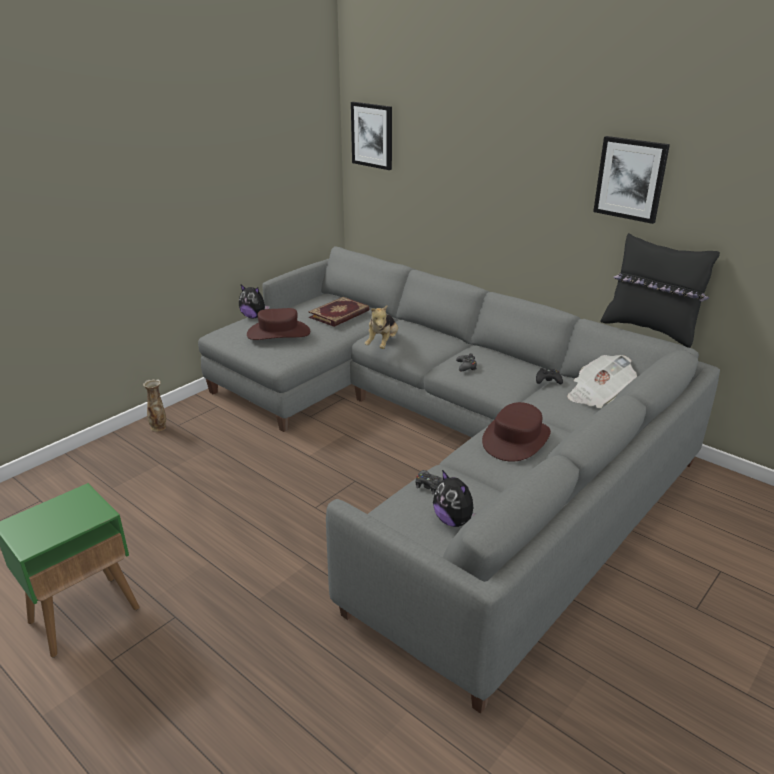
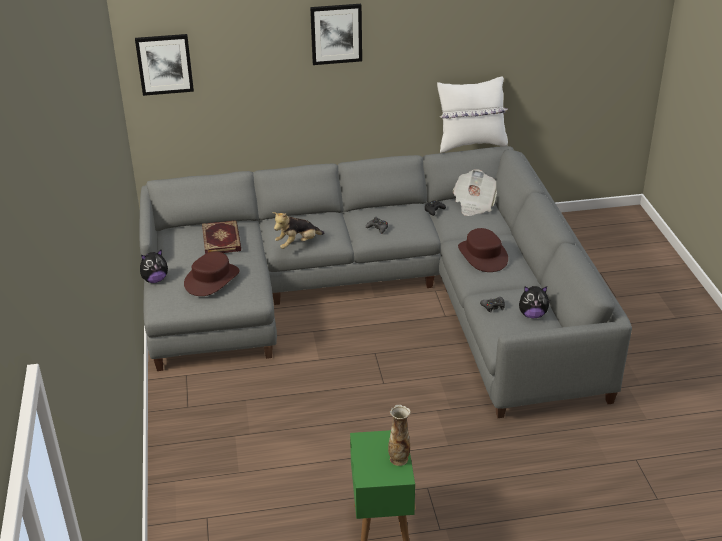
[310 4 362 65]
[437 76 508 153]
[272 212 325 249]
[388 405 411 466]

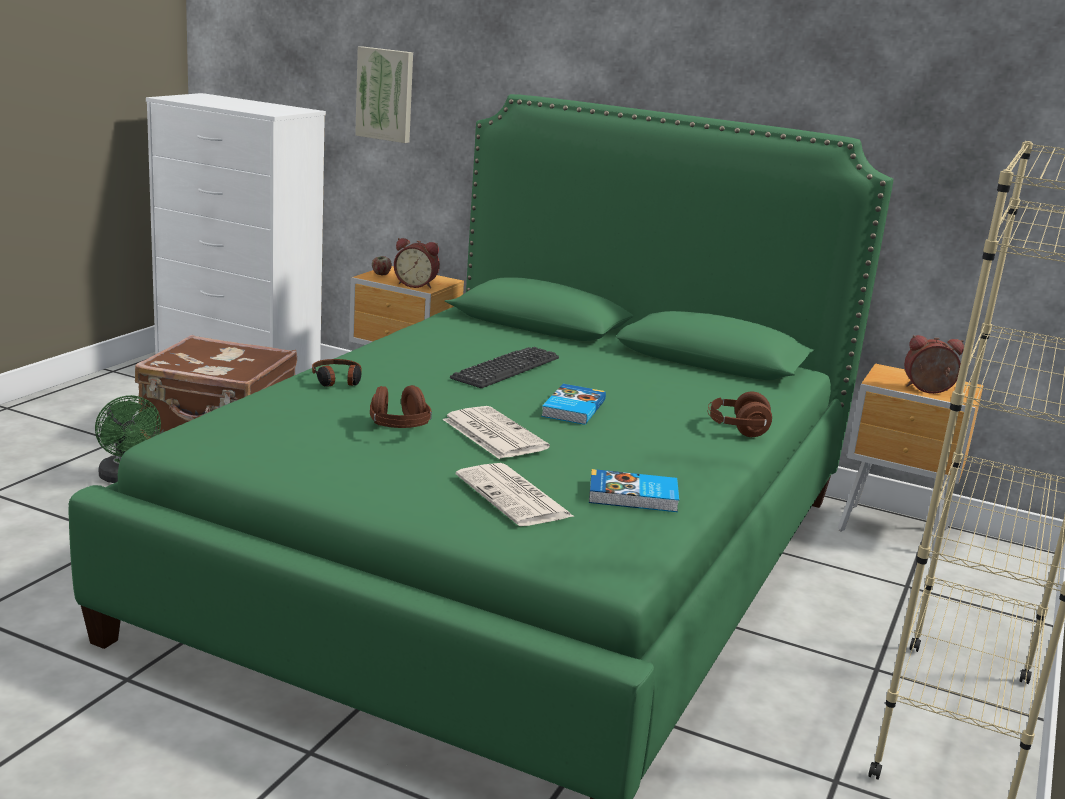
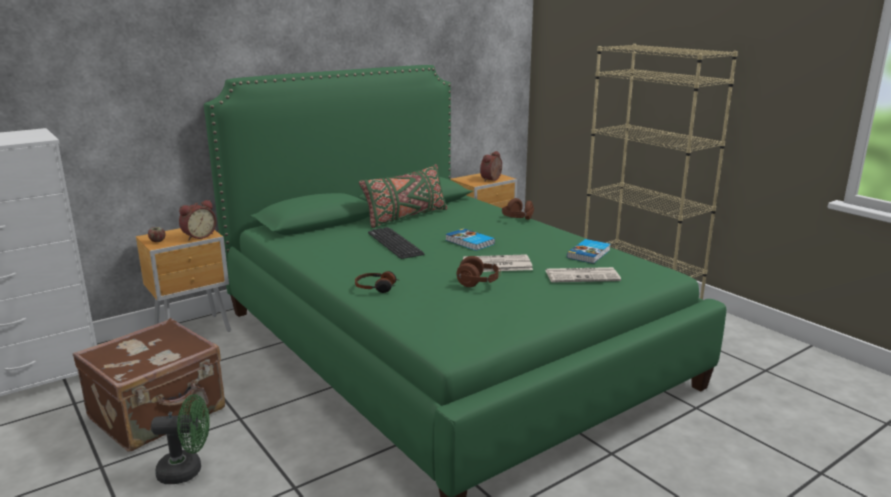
[355 46 413 143] (first image)
[359 164 447 228]

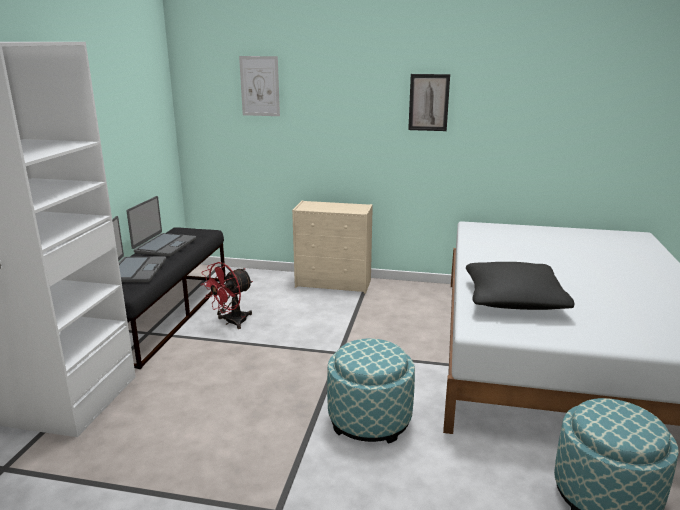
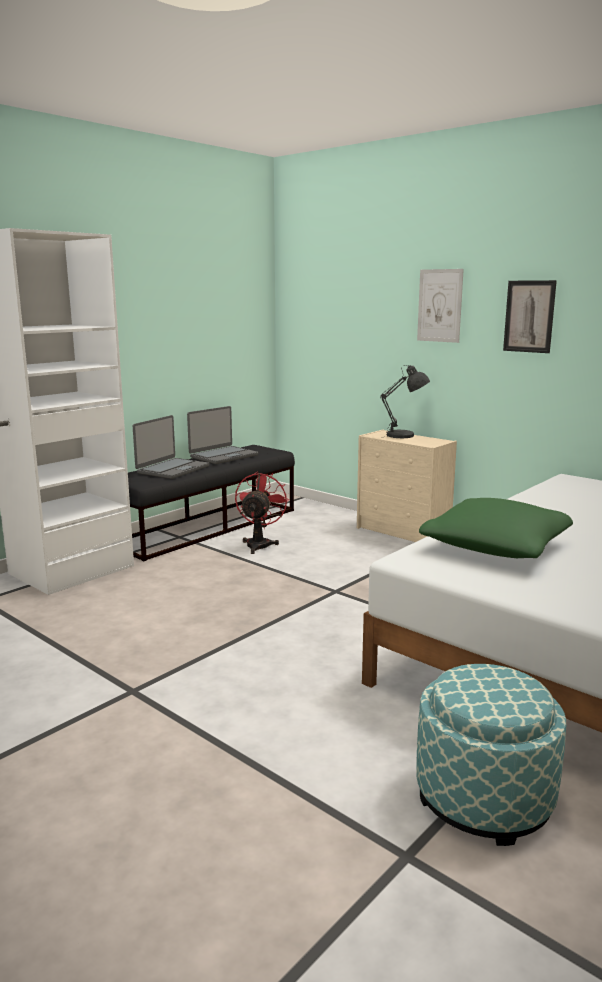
[417 269 464 343]
[235 472 289 554]
[419 498 573 558]
[327 339 415 444] (first image)
[380 365 430 438]

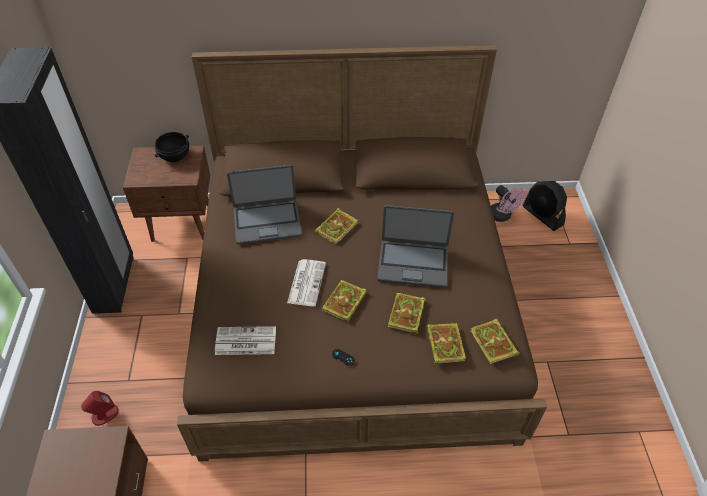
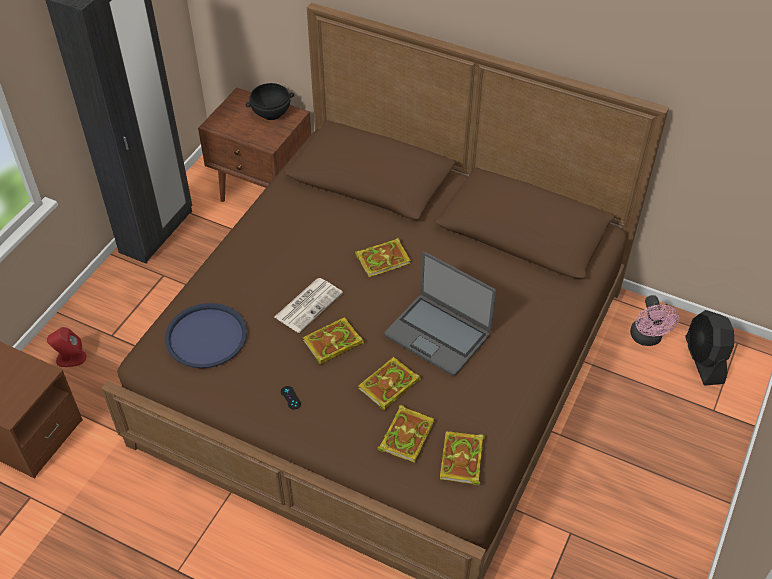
[227 165 302 244] (first image)
[165 303 247 368]

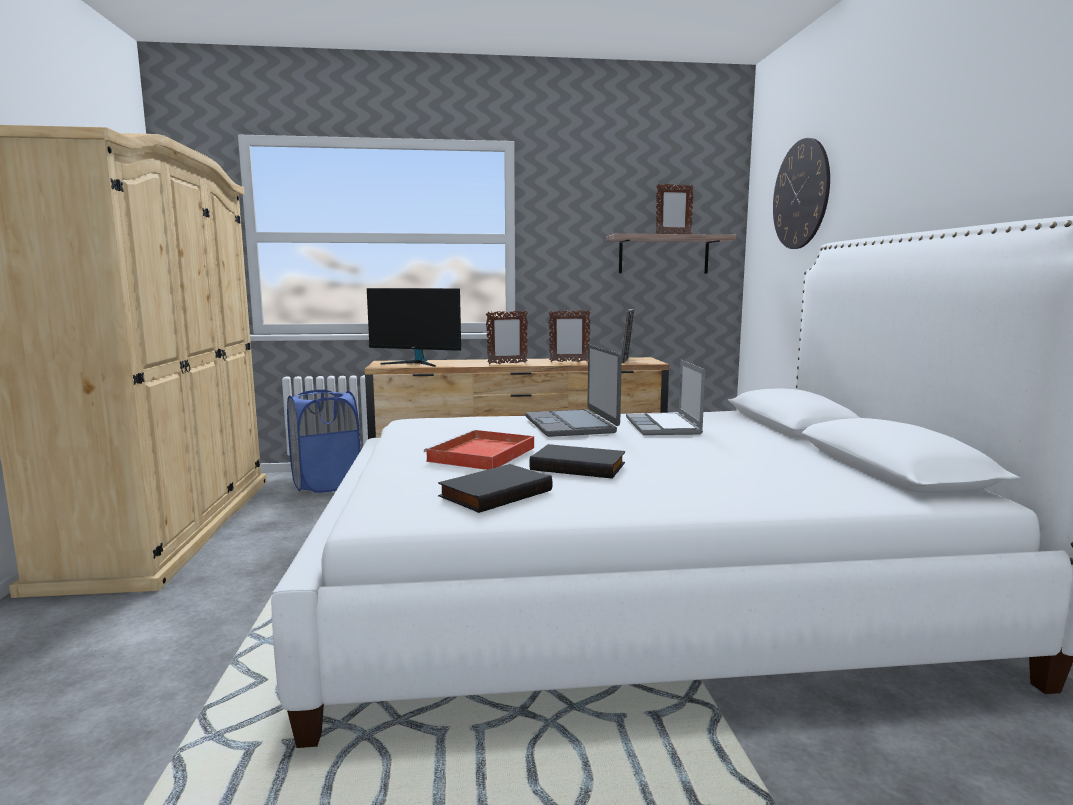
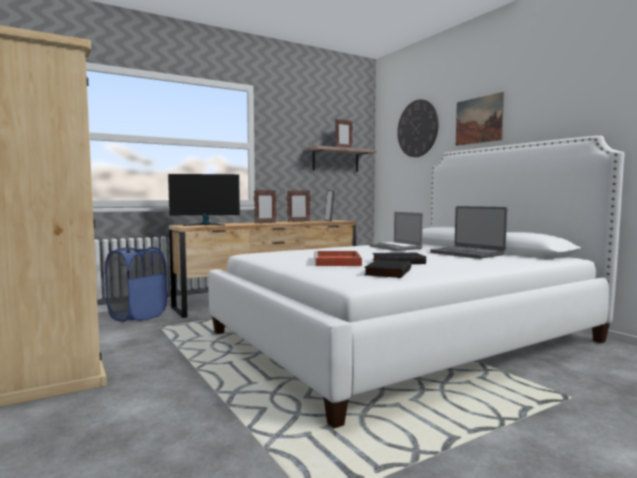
[430 206 507 259]
[456 92 504 146]

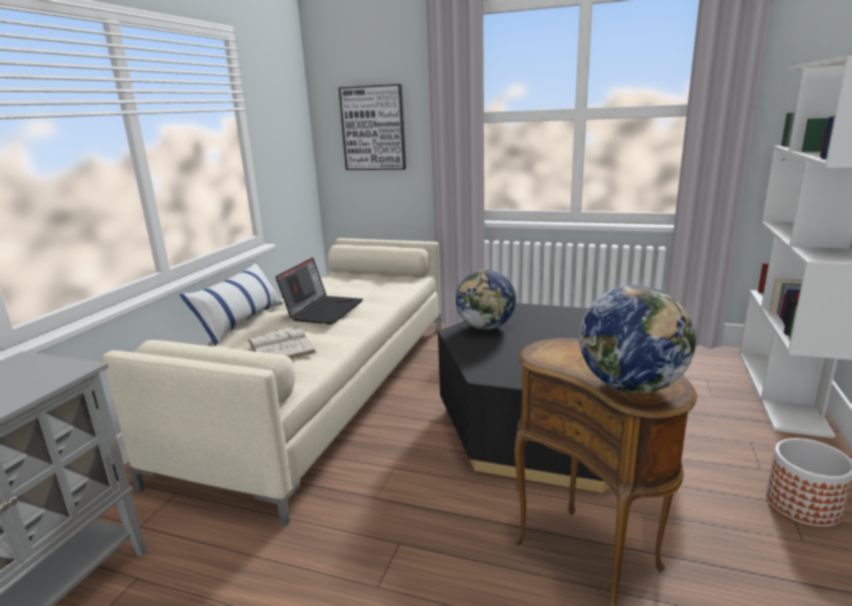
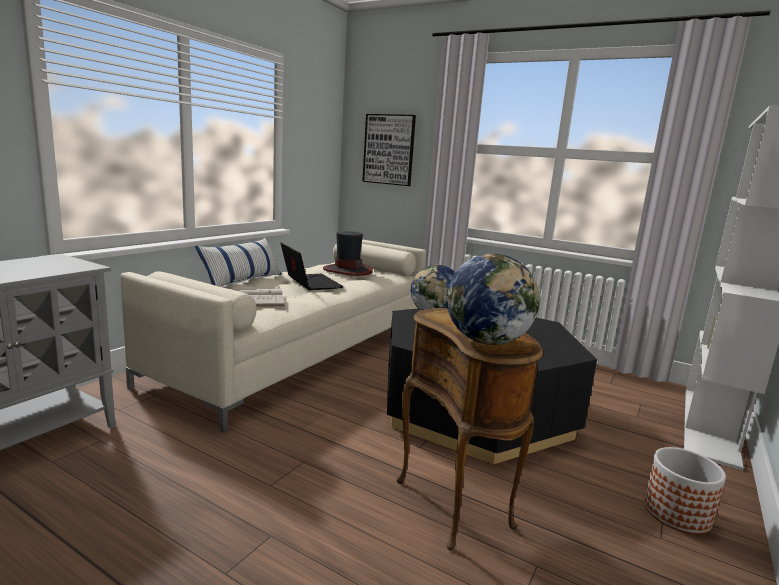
[281 242 344 290]
[323 231 373 276]

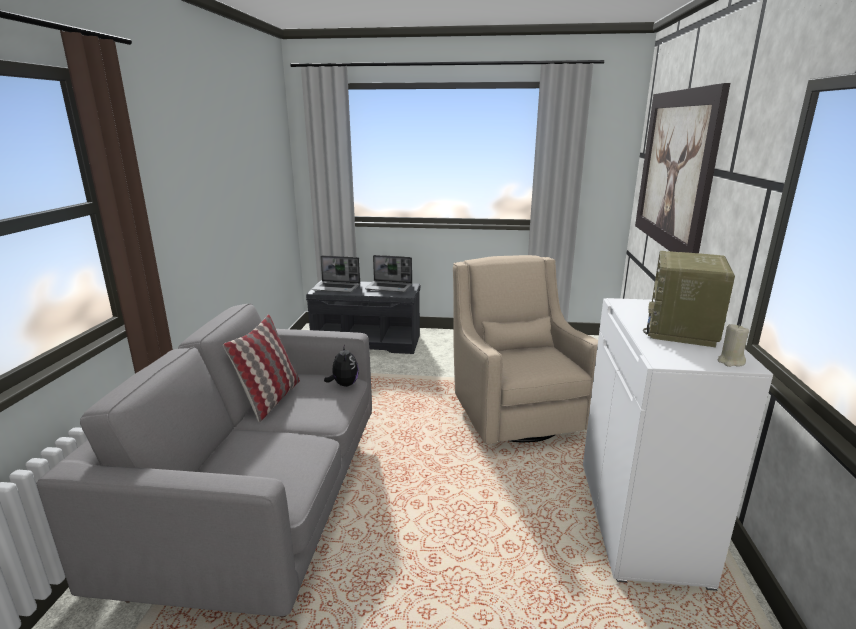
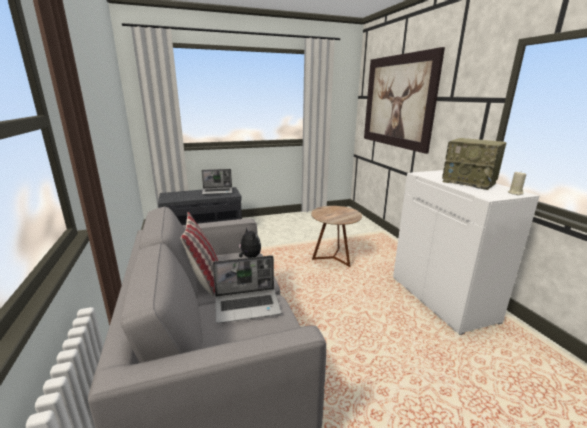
[442 138 506 190]
[212 255 282 323]
[311 206 362 267]

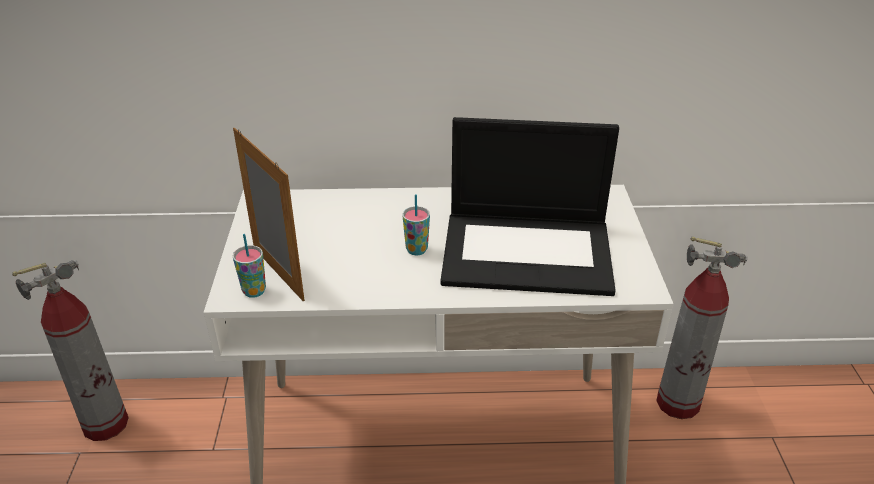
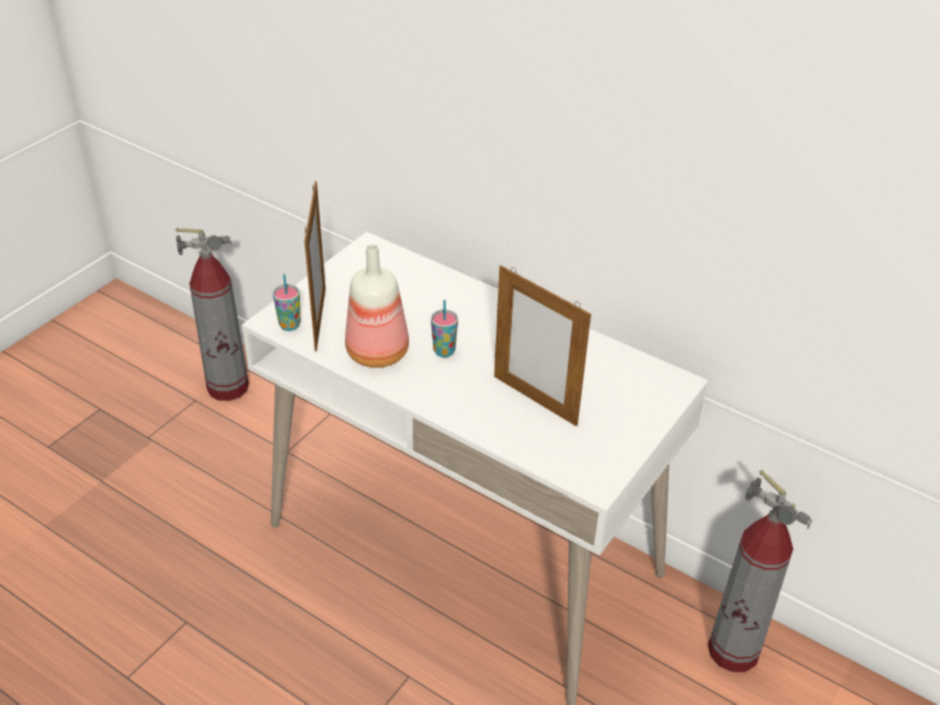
[494 265 591 427]
[345 244 409 368]

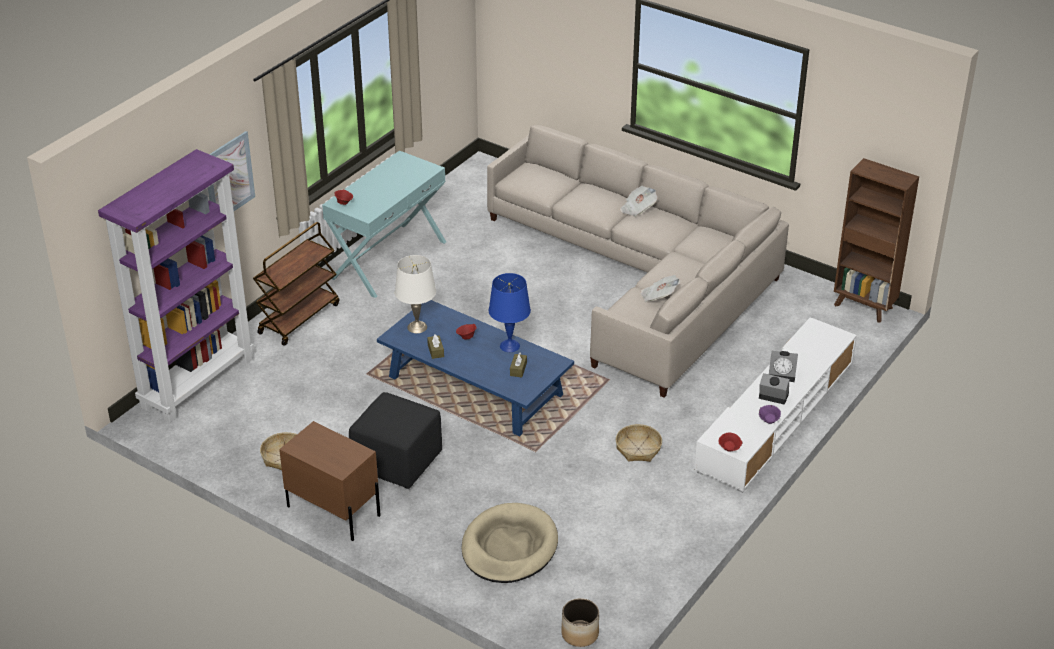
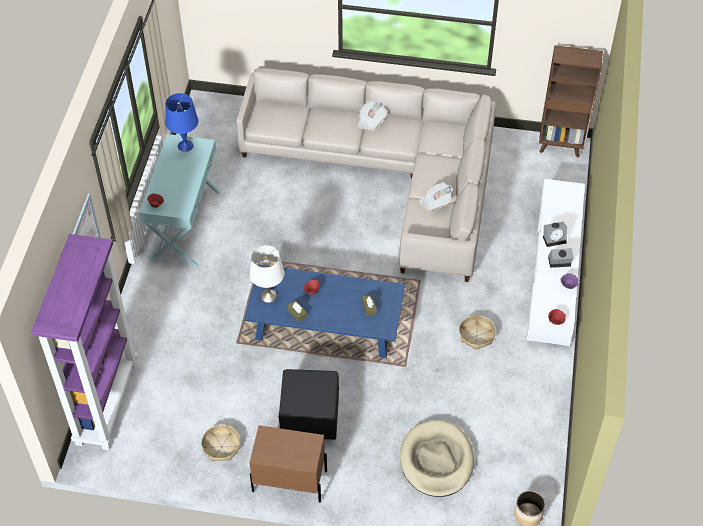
[253 222 339 346] (first image)
[165 93 199 152]

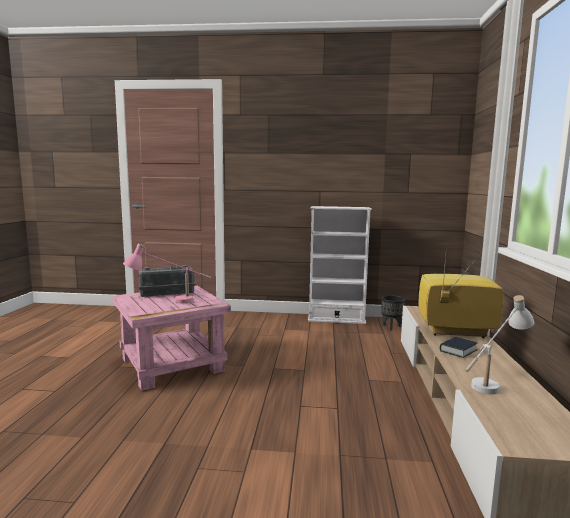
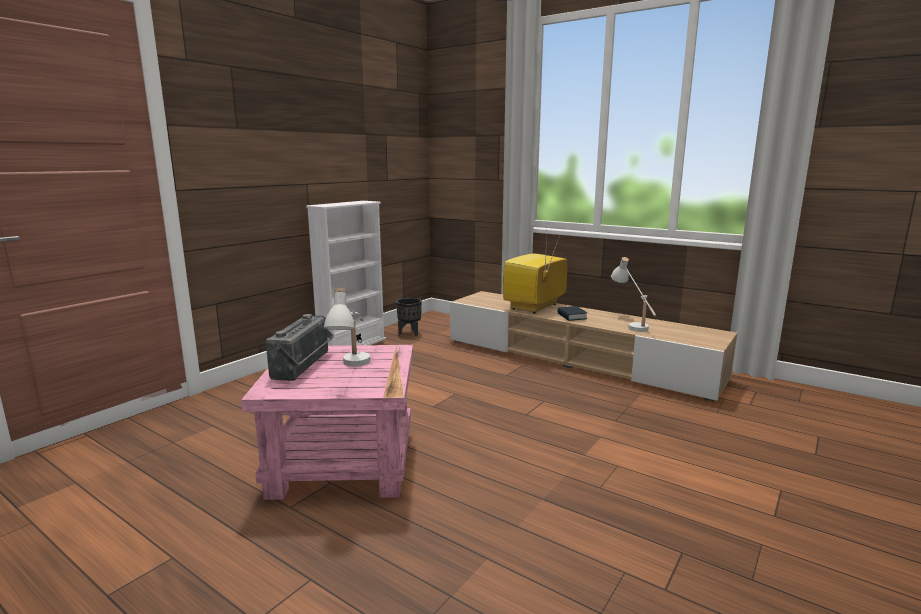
[324 288 370 367]

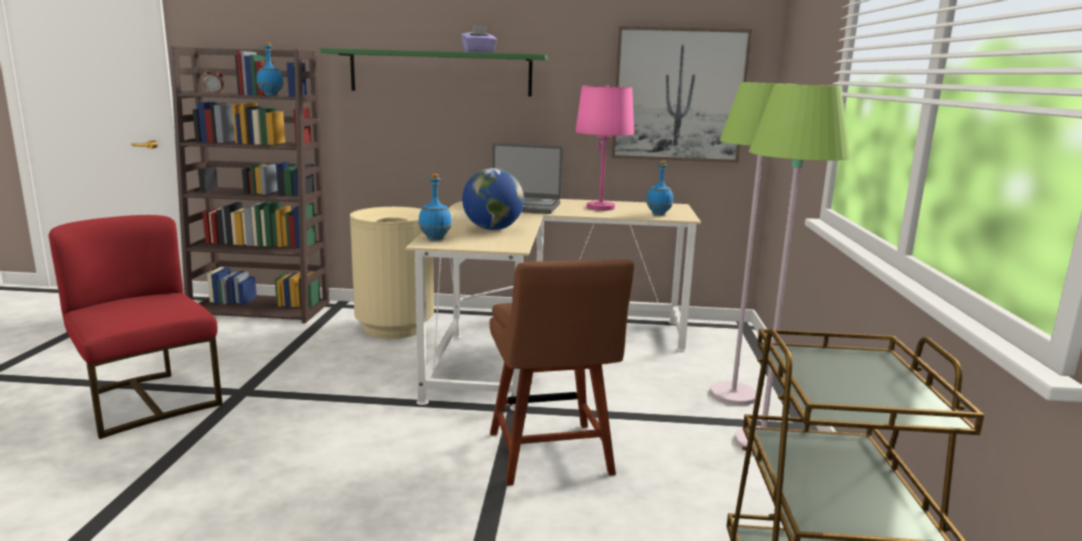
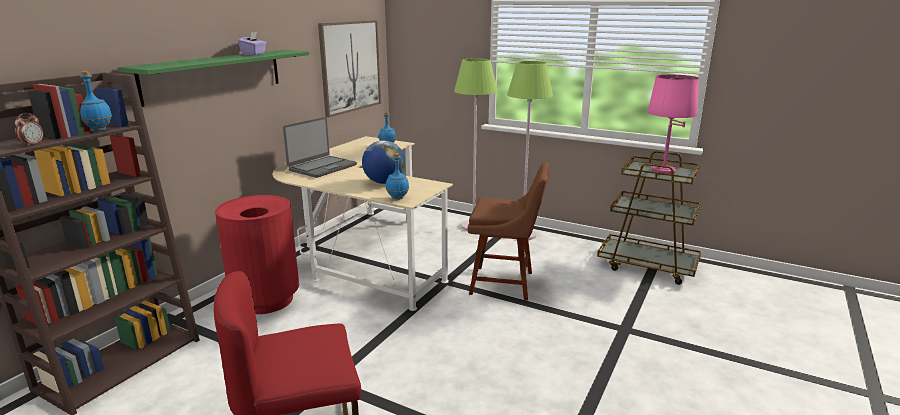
[648 74 699 174]
[215 195 299 314]

